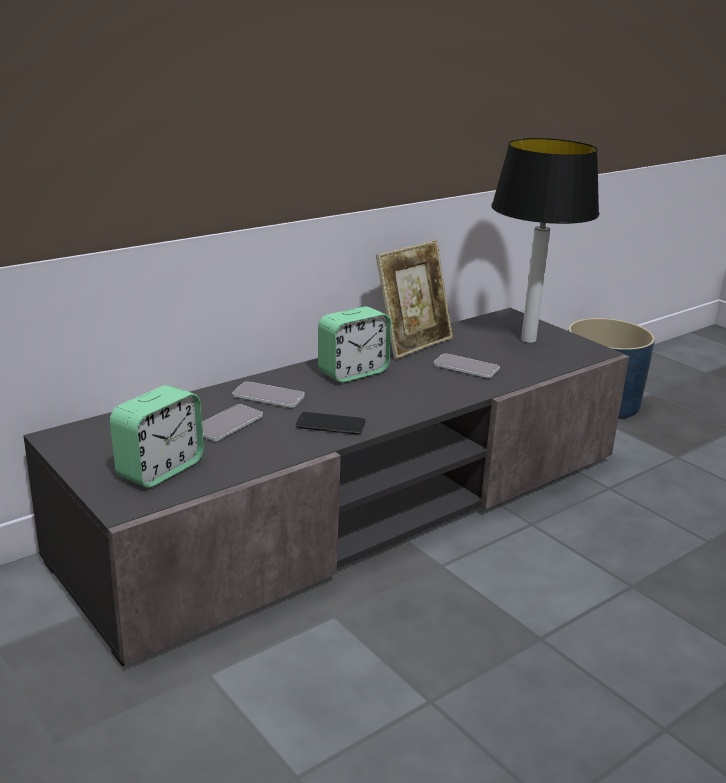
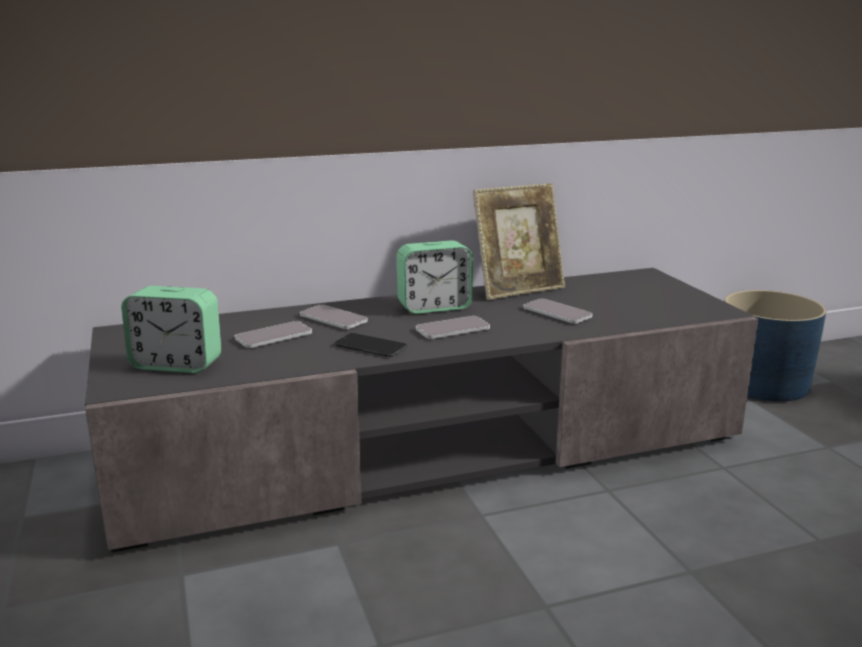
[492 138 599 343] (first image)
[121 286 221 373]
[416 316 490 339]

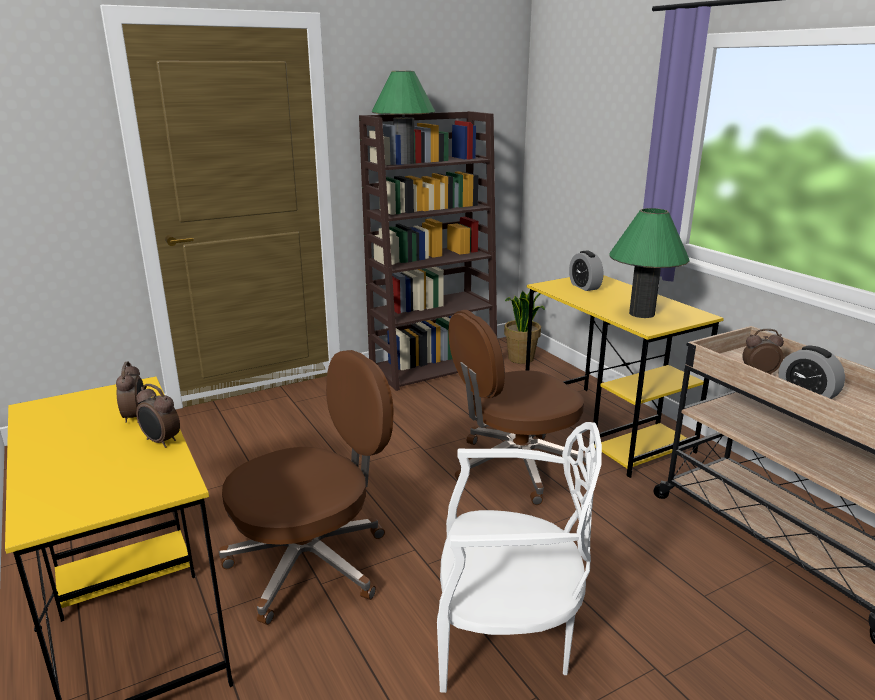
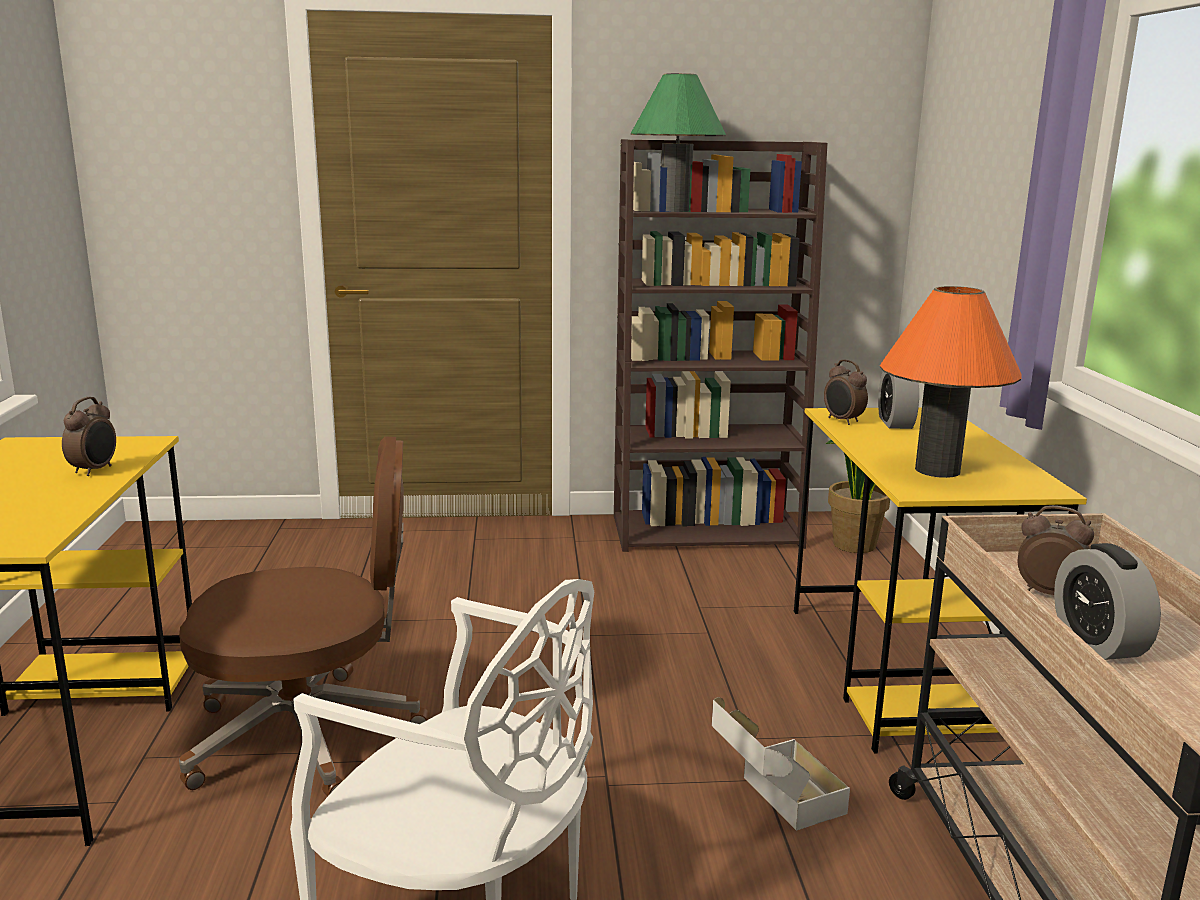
[880 286 1022 478]
[448 310 587 505] (first image)
[824 359 868 425]
[712 697 850 831]

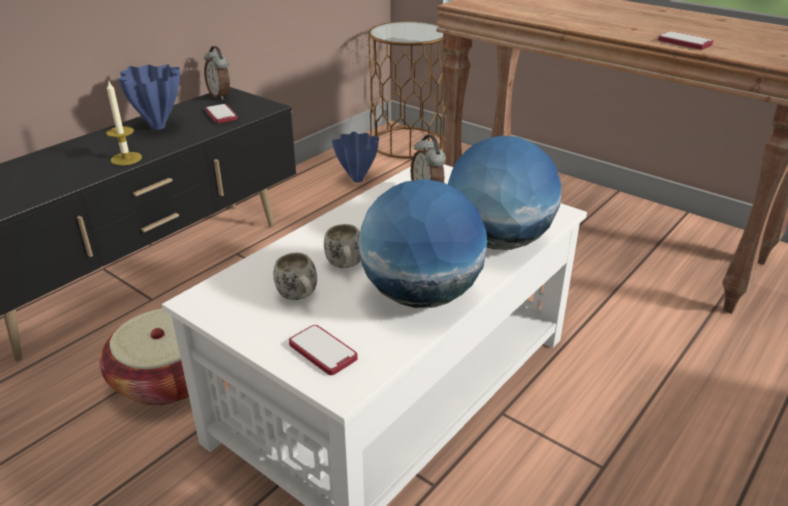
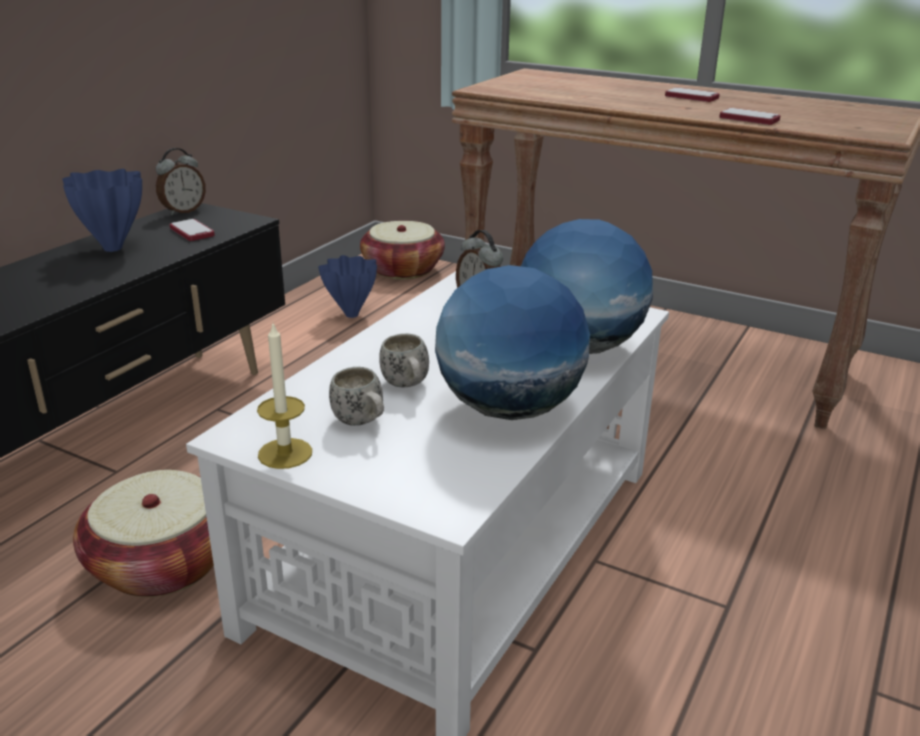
[360 221 445 279]
[156 148 206 216]
[257 321 312 469]
[665 88 719 102]

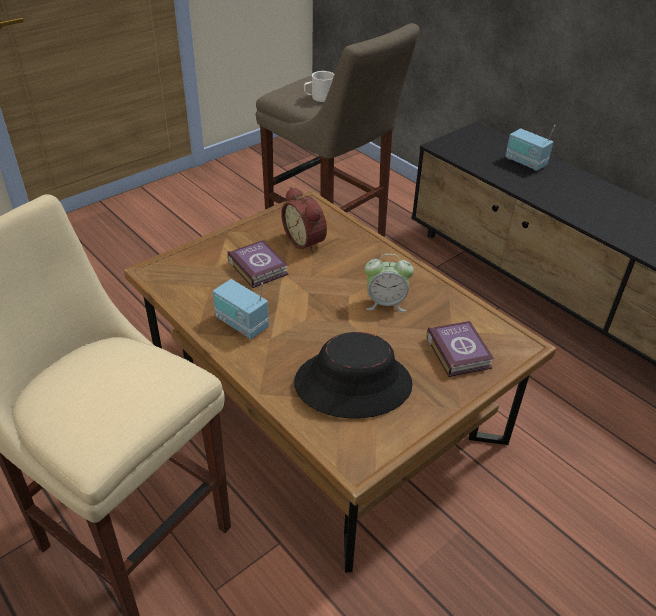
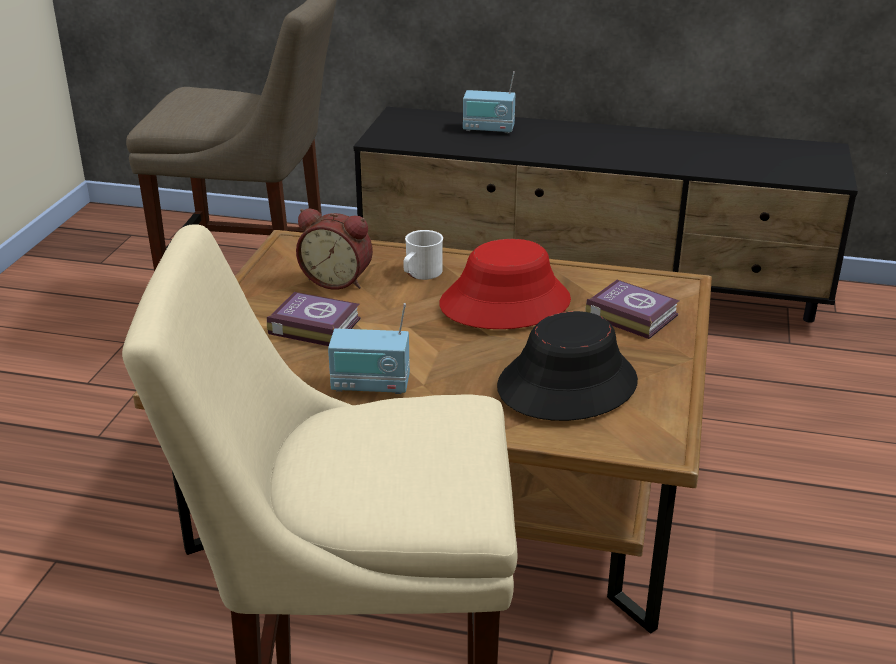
[403 230 443 280]
[439 239 571 329]

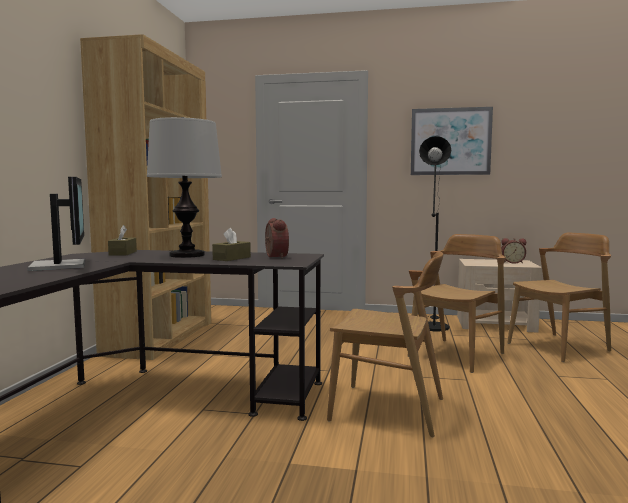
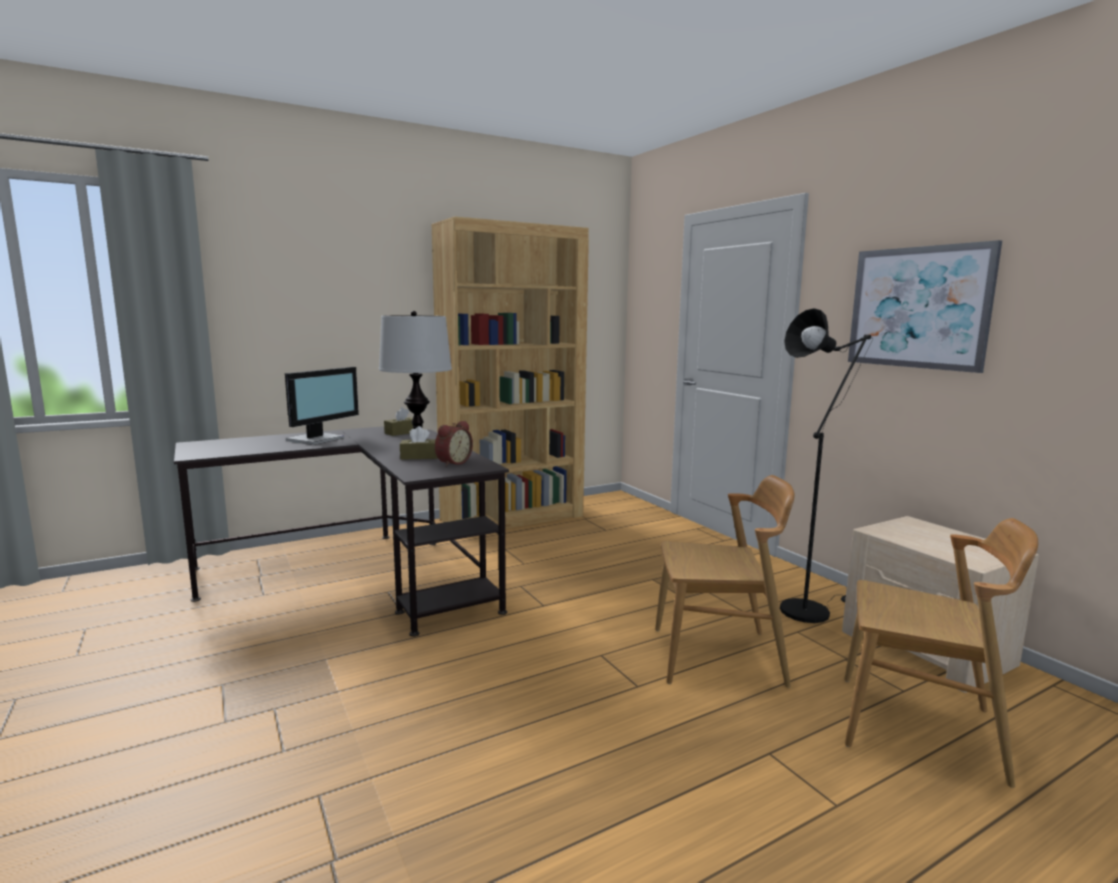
[501 238 526 264] (first image)
[327 251 443 437] (first image)

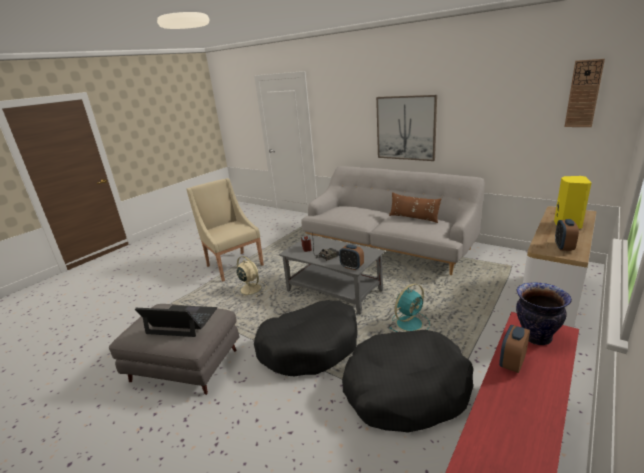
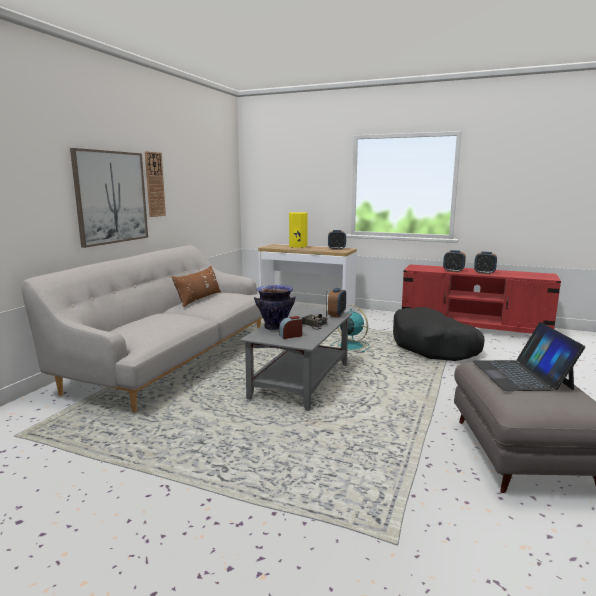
[145 151 166 217]
[186 178 264 282] (first image)
[234 256 266 297] (first image)
[254 285 296 330]
[254 300 358 376] (first image)
[474 252 497 274]

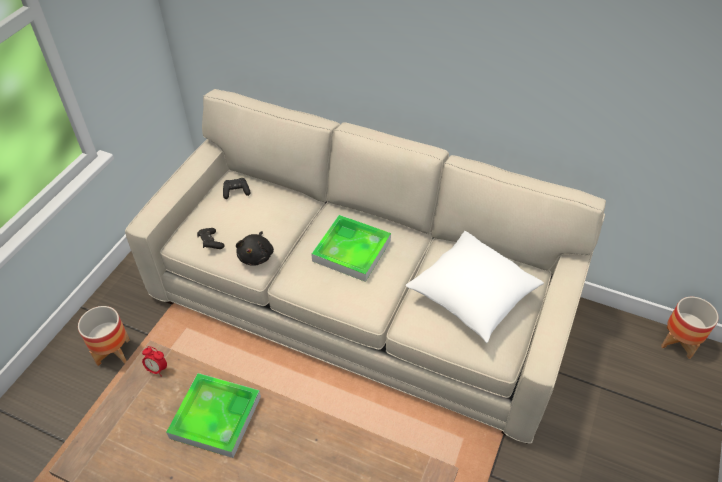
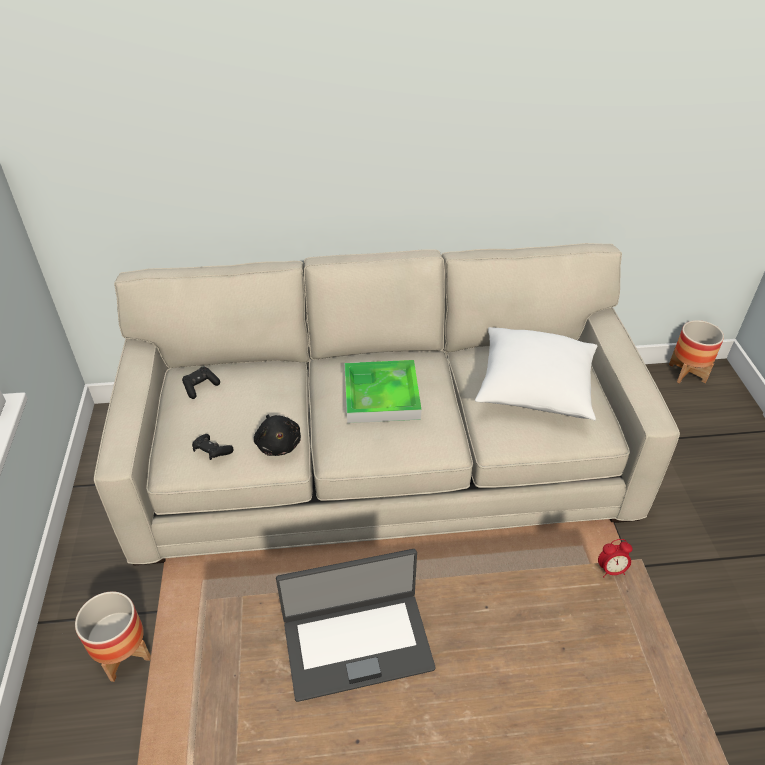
[598 539 633 577]
[276 549 436 702]

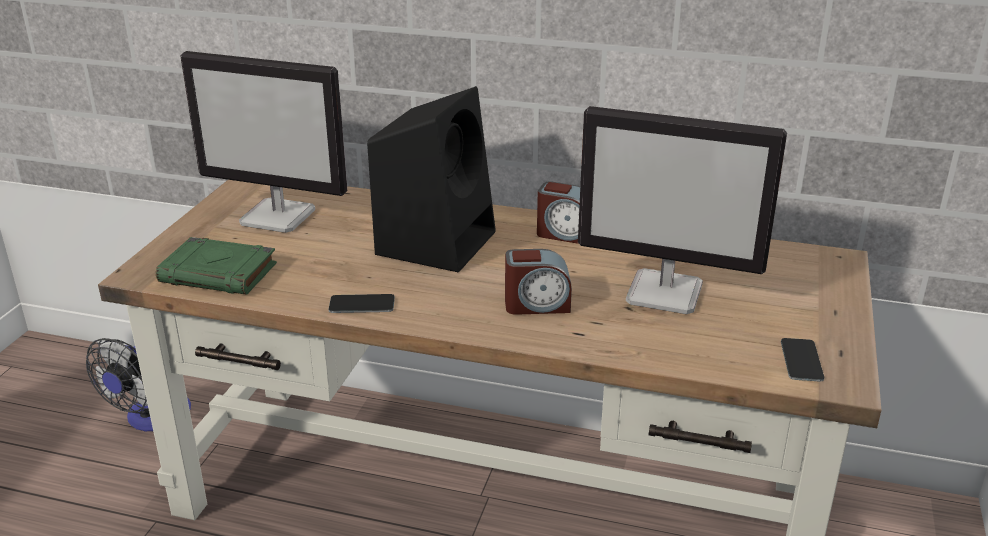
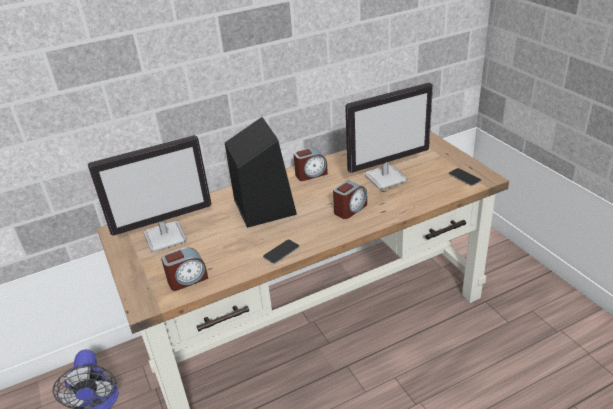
[161 247 208 291]

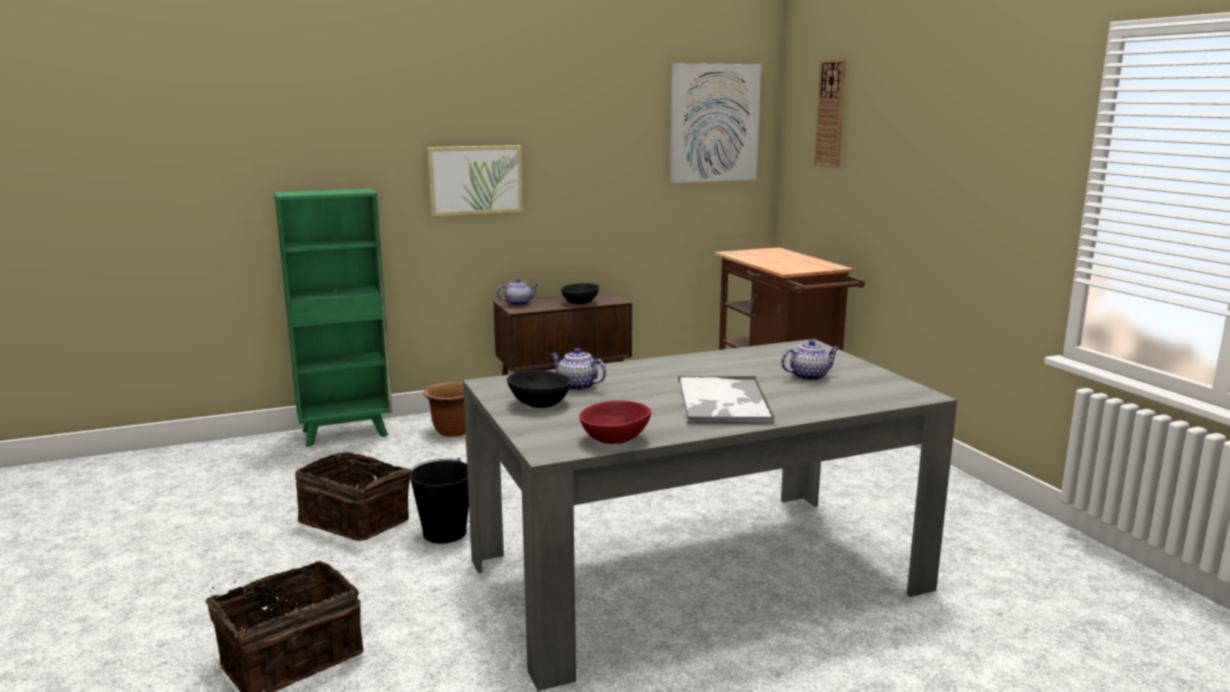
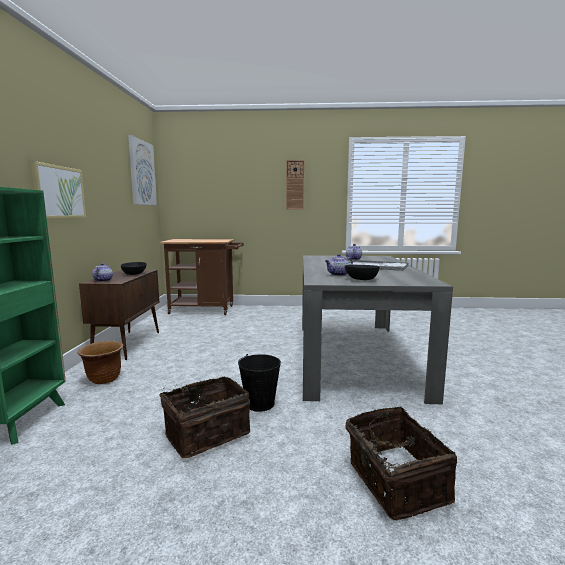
[286 160 304 210]
[579 400 651 444] (first image)

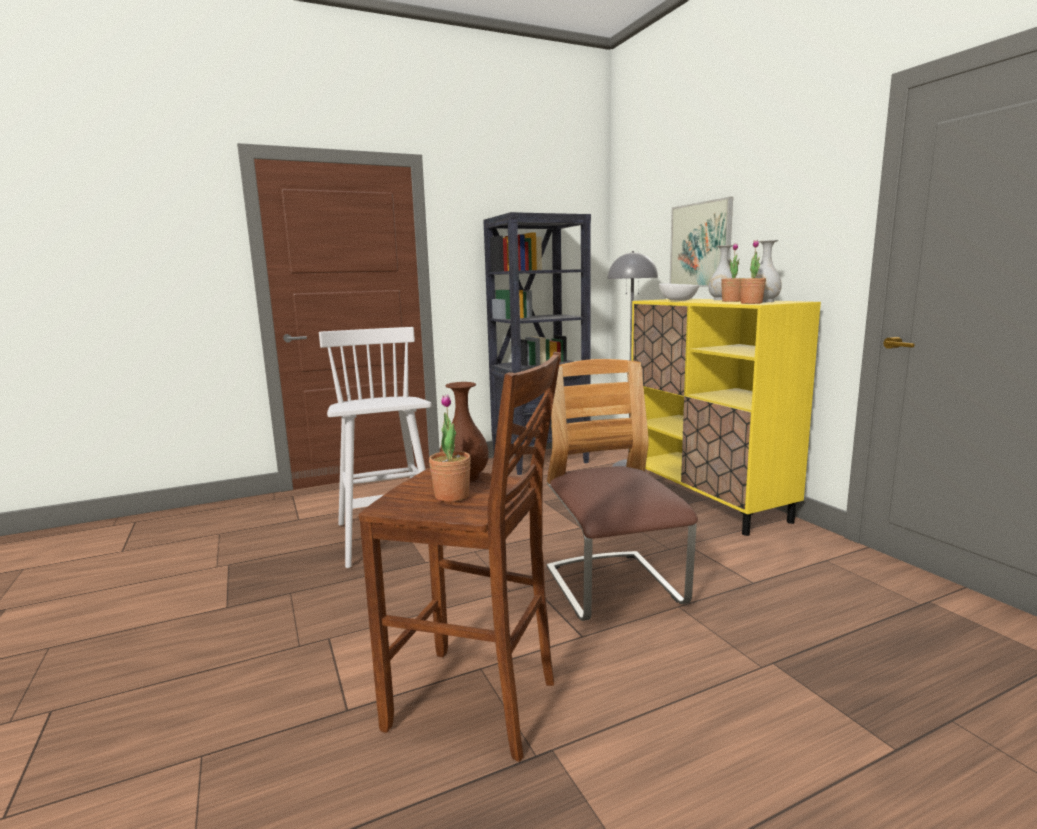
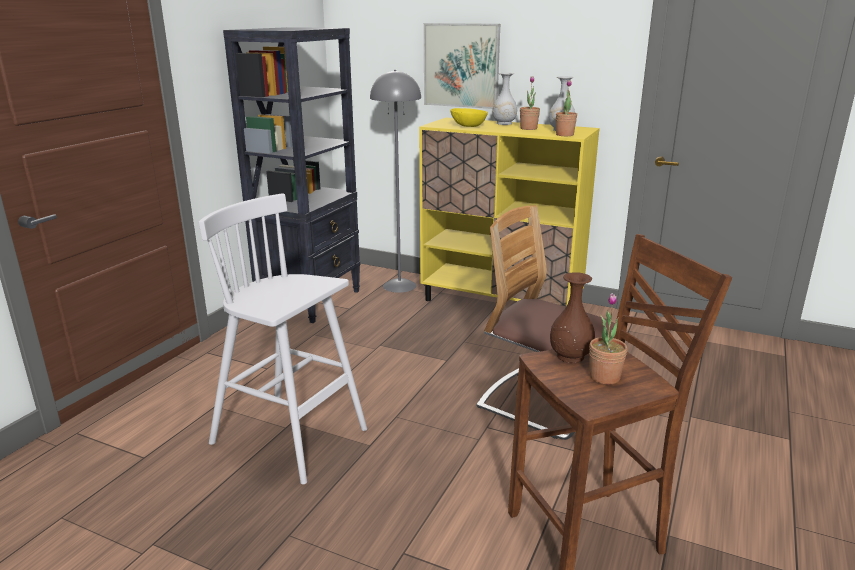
[450 108 488 127]

